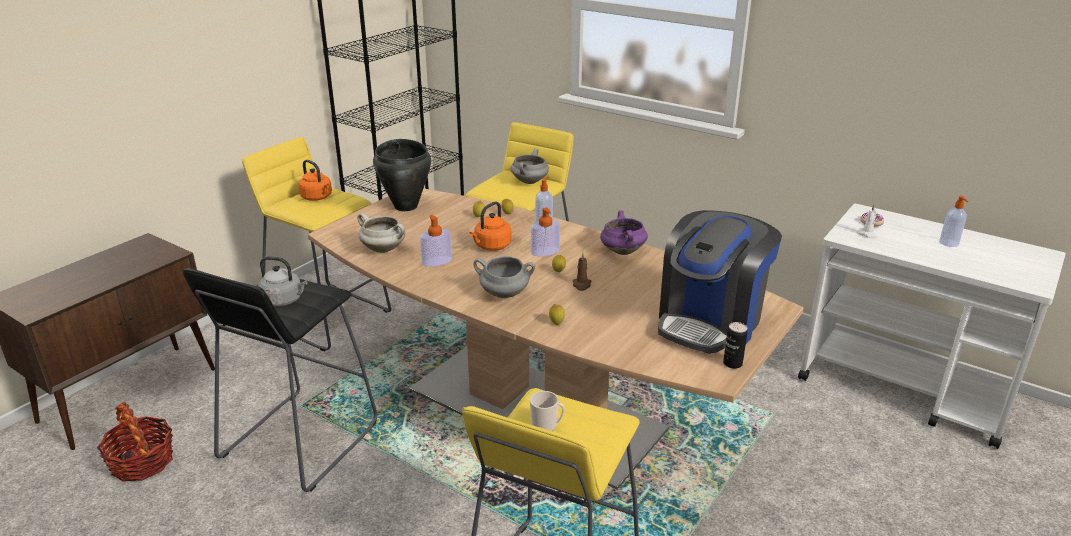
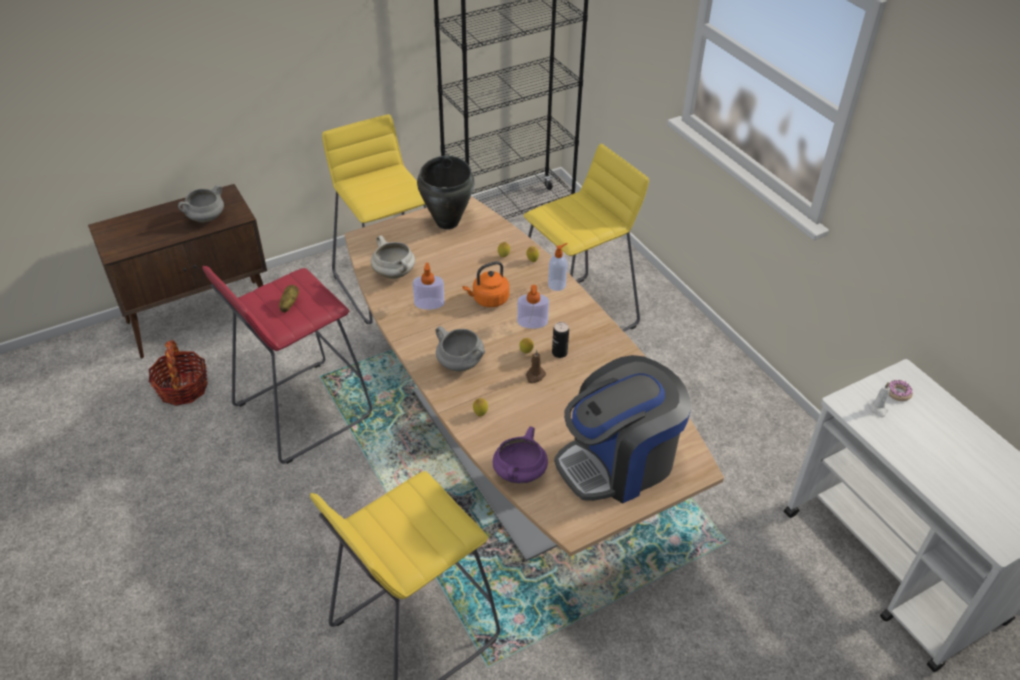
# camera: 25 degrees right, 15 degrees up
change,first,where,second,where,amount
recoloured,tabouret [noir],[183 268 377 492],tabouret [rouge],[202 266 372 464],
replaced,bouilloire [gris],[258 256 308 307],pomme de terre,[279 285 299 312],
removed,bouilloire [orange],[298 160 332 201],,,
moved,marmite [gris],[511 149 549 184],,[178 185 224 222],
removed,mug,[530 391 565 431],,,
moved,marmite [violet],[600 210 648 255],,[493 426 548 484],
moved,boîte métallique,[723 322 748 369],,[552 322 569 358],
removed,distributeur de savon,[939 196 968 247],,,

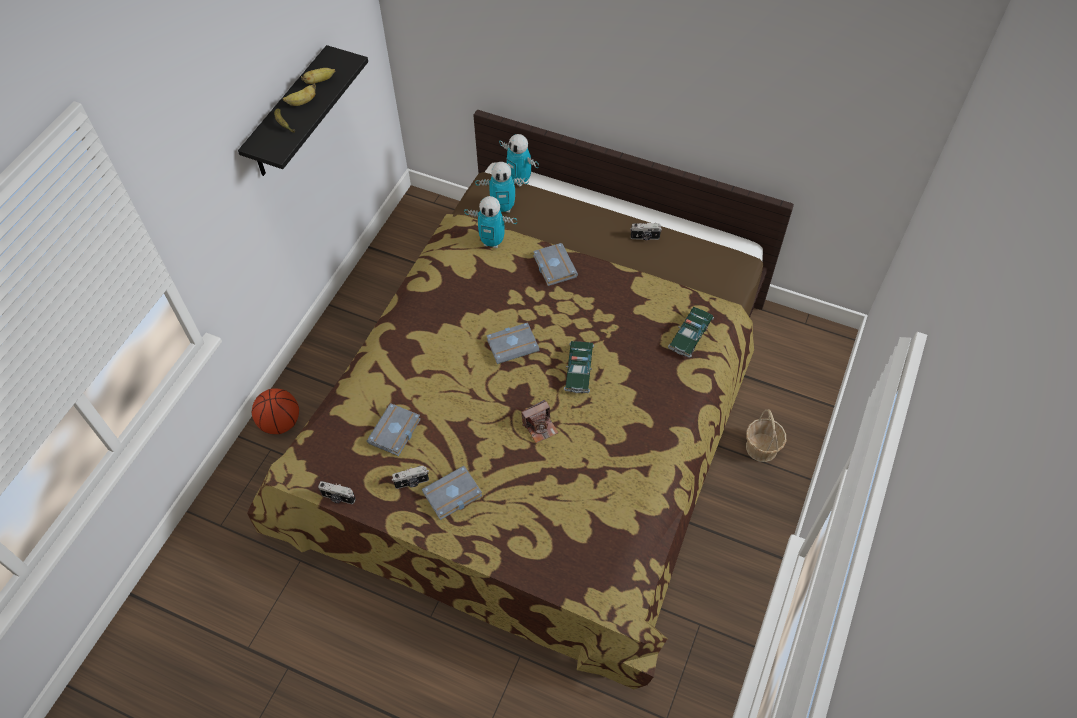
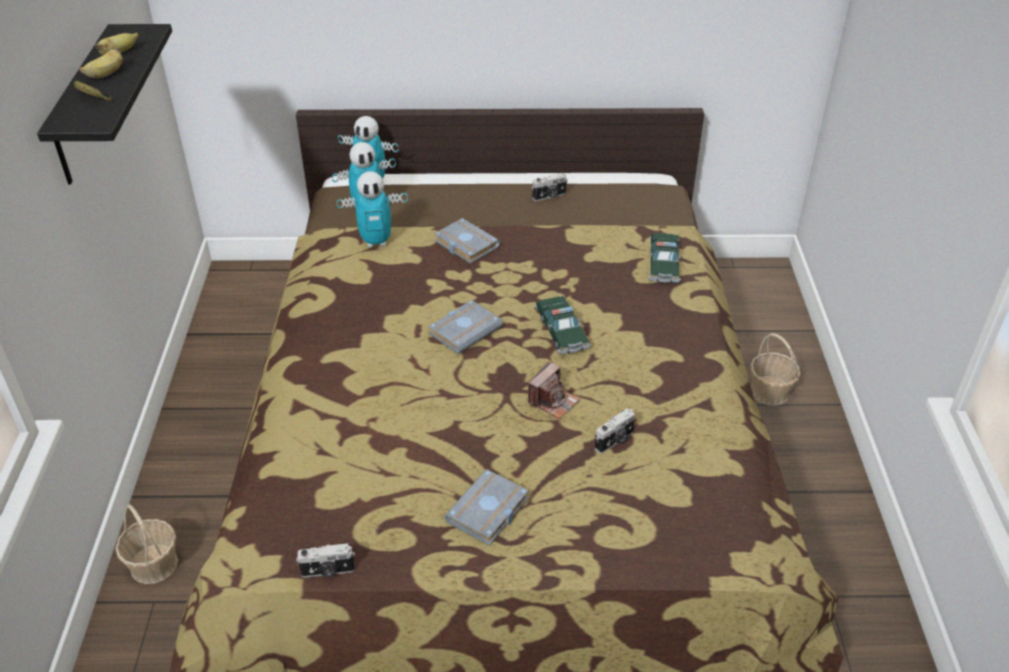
# camera: 25 degrees left, 15 degrees down
change,first,where,second,where,amount
replaced,ballon de basket,[252 388 299 434],panier,[115 504 178 584],
removed,livre [gris],[367 403 421 456],,,
moved,appareil photo,[392 466 429 489],,[595 408 635 454],

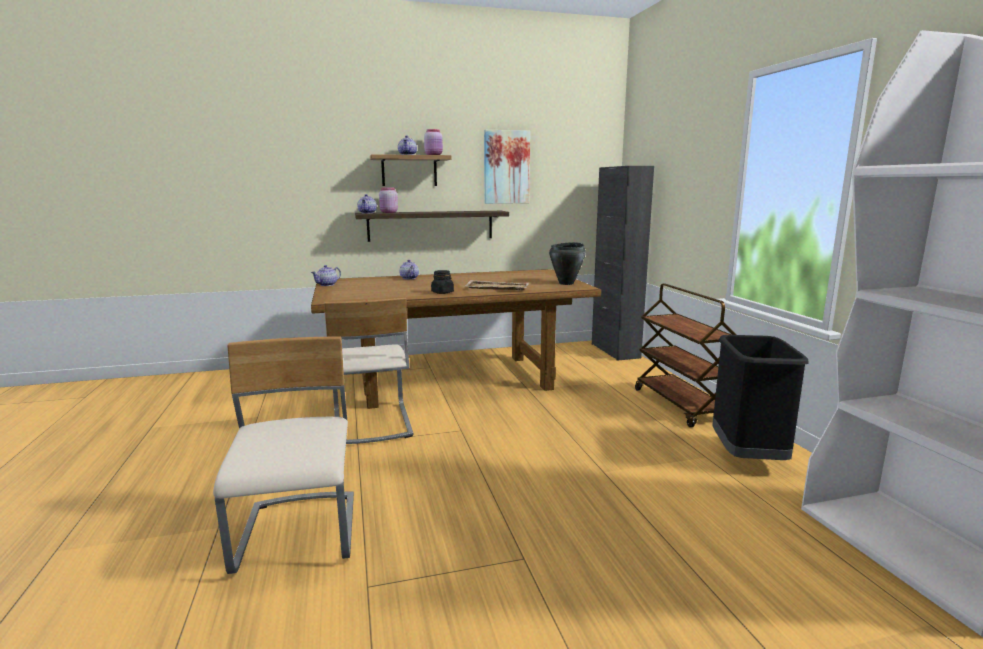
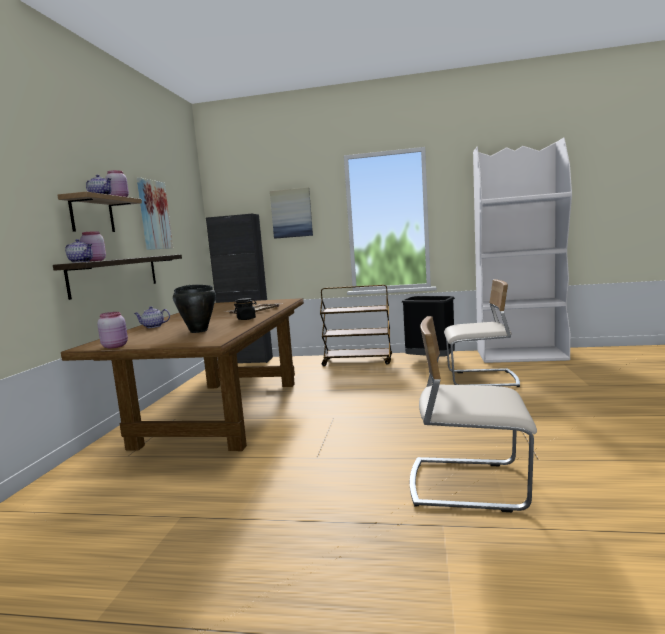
# camera: 65 degrees left, 5 degrees down
change,first,where,second,where,amount
replaced,théière,[311 265 341 286],bocal [rose],[97 312 128 348],
moved,chaise [beige],[324 298 413 444],,[444 279 520 387],
moved,marmite [noir],[549 242 586 285],,[173 285 216 333],
added,,,tableau,[270 187 313 239],

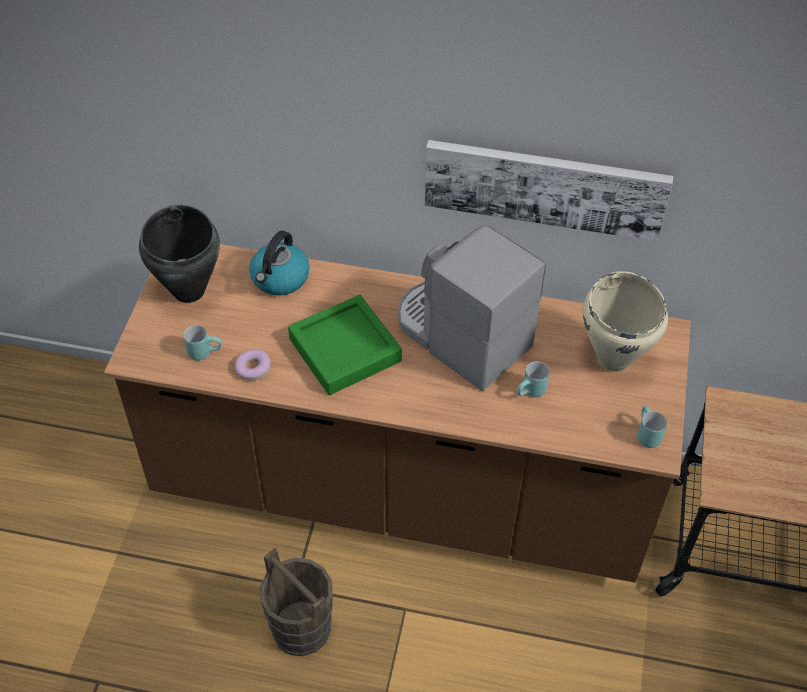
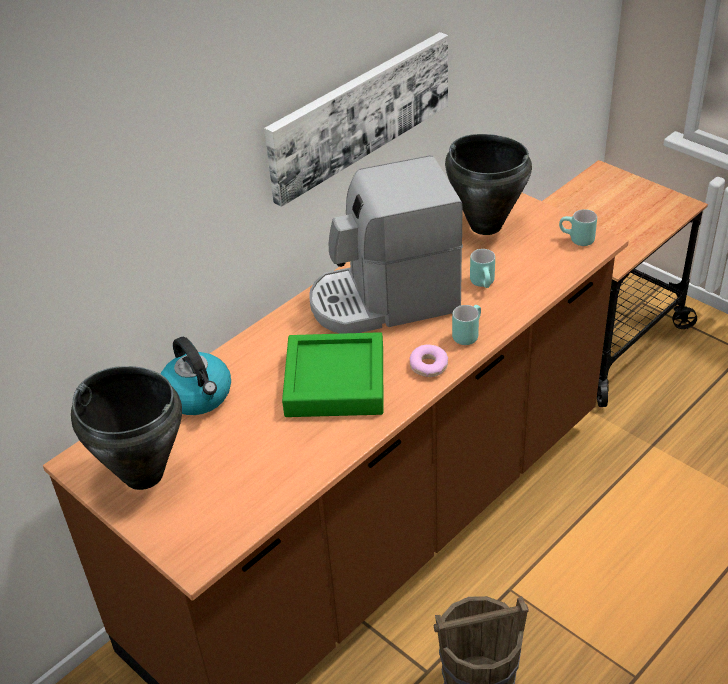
# camera: 55 degrees left, 10 degrees down
change,first,where,second,where,amount
moved,mug [turquoise],[183 325 222 360],,[452 305 481 345],
moved,beignet,[235 350 271 381],,[410 345 448 377],
recoloured,marmite [beige],[583 271 668 372],marmite [noir],[445 134 532 235],

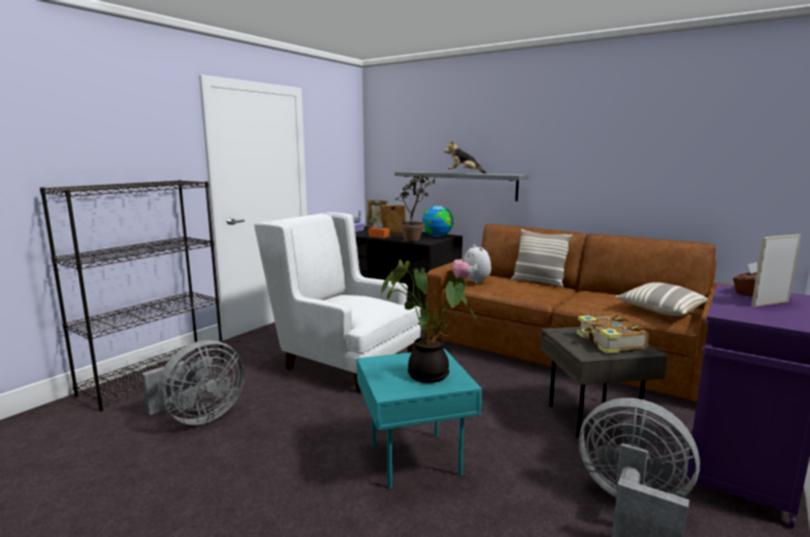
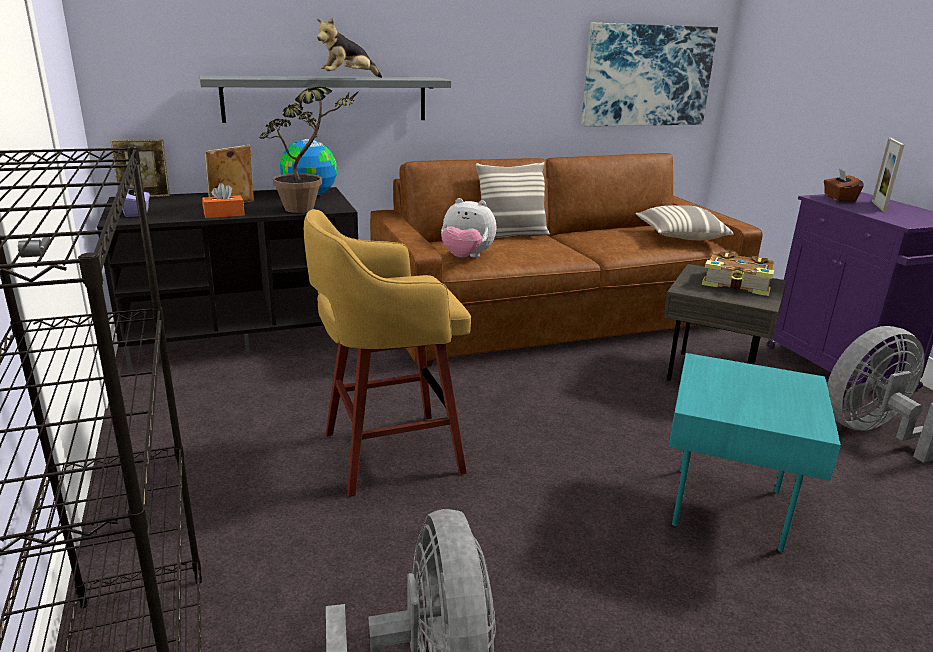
# camera: 55 degrees left, 10 degrees up
change,first,where,second,where,amount
replaced,fauteuil [blanc],[254 212 421 393],tabouret [jaune],[304 209 471 497],
removed,plante en pot,[381 259 476 383],,,
added,,,tableau,[581 23 718 127],

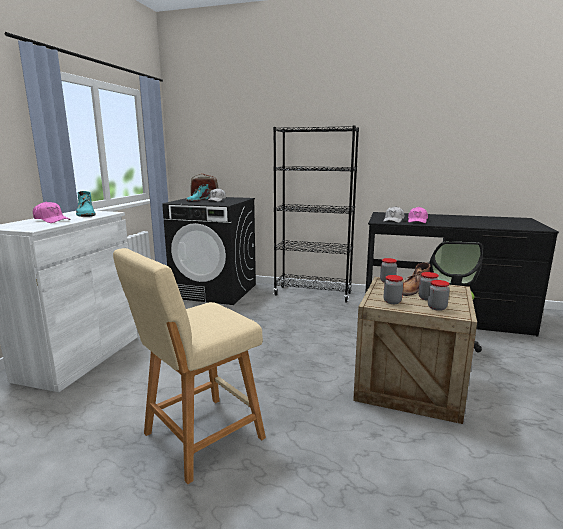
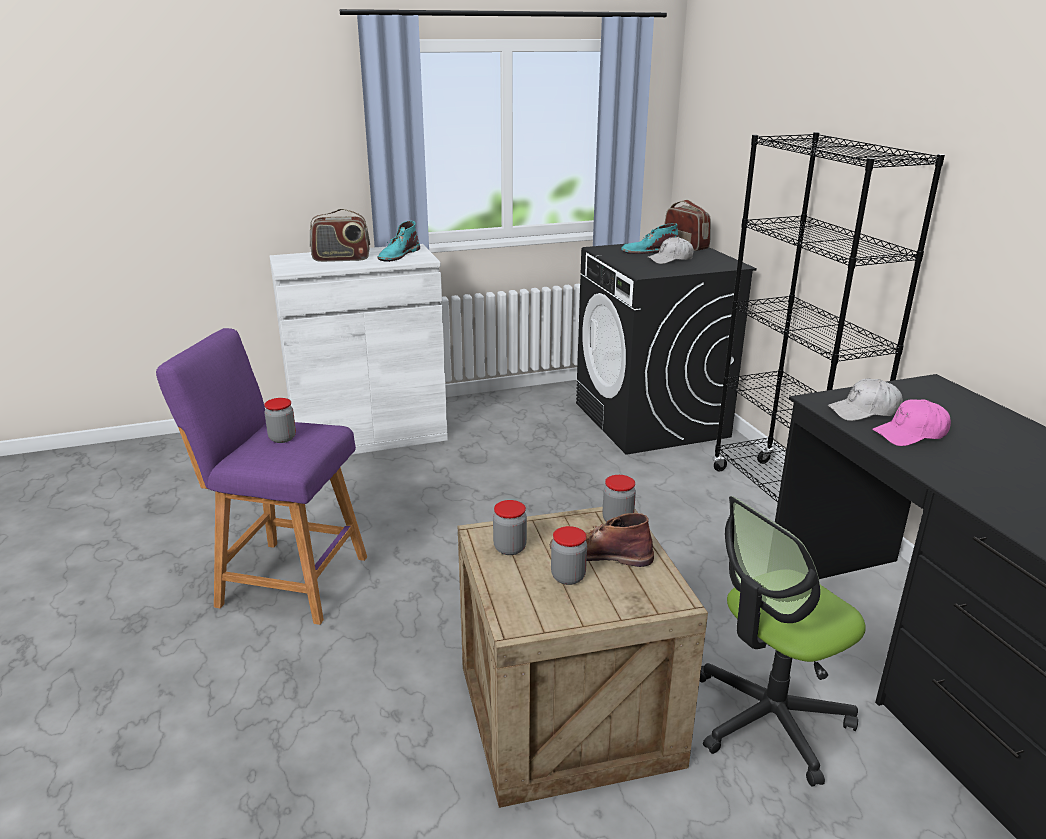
# camera: 55 degrees right, 10 degrees up
change,first,where,second,where,amount
replaced,casquette [rose],[33 201 71 223],radio,[310 209 370 262],
recoloured,tabouret [beige],[113 248 266 484],tabouret [violet],[156 328 367 625],
moved,bocal,[428 280 450 311],,[264 398 296 443],

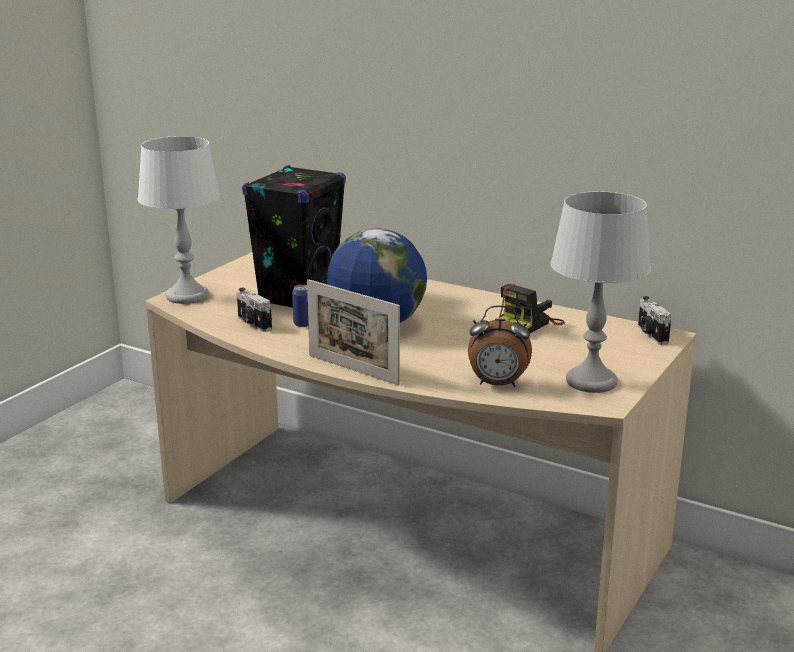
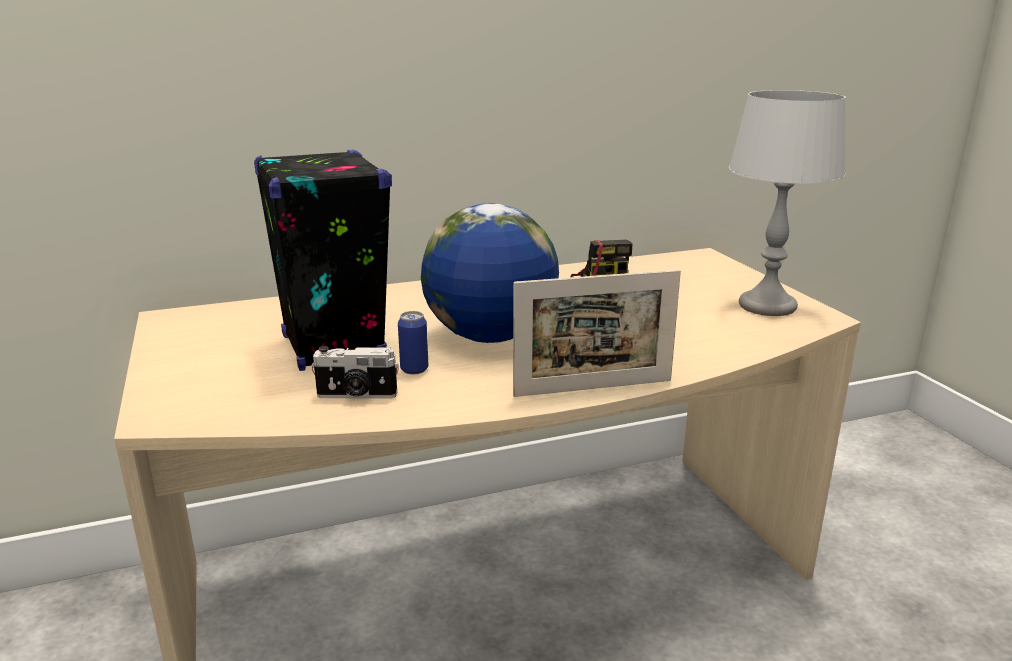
# camera: 50 degrees left, 0 degrees up
change,first,where,second,where,amount
removed,lampe de table [blanc],[138 136 221 304],,,
removed,réveil,[468 305 532 387],,,
removed,appareil photo,[638 296 671 345],,,

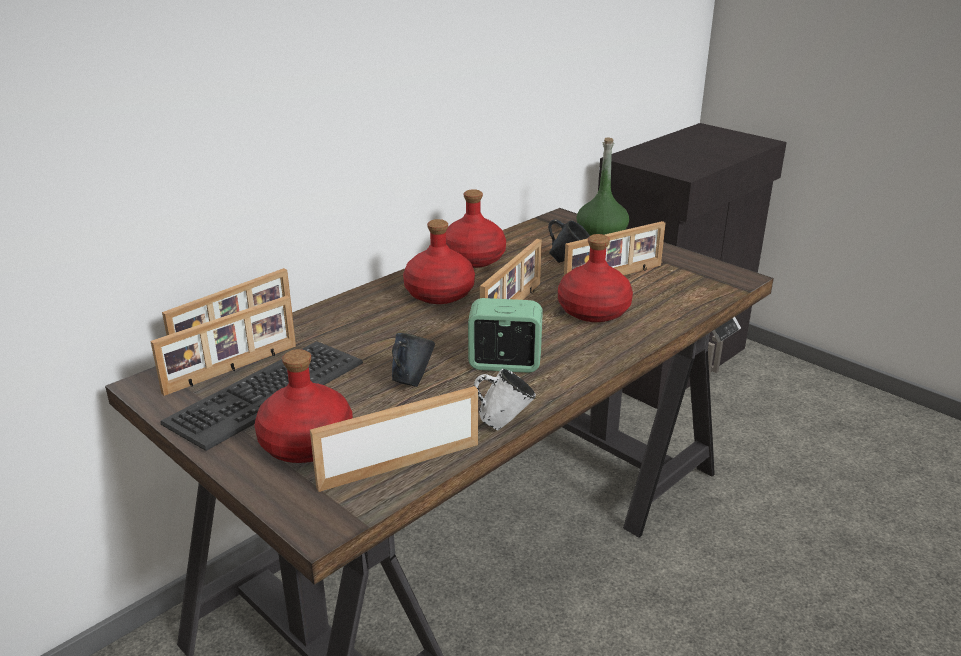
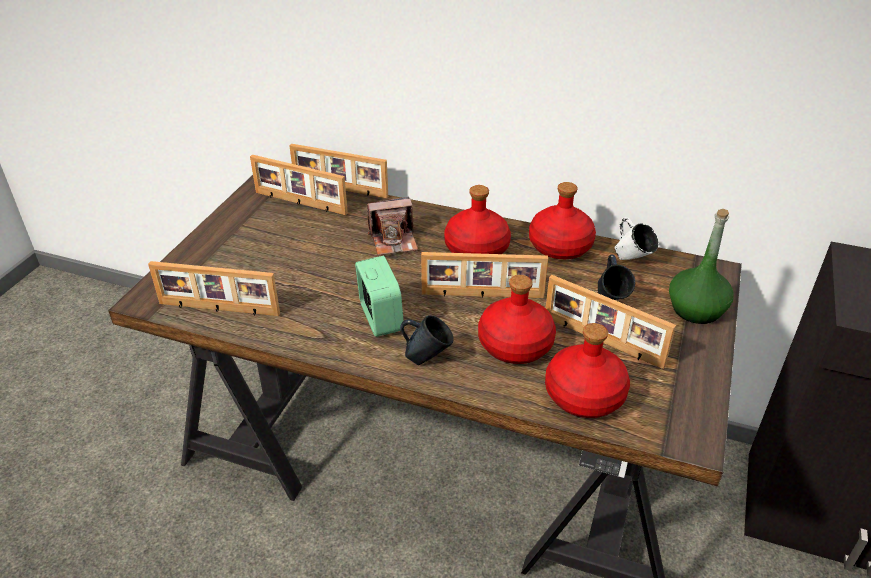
# camera: 65 degrees right, 10 degrees up
change,first,where,second,where,amount
removed,clavier,[160 341 363 451],,,
moved,bouteille [rouge],[255 349 353 463],,[545 323 630 418],
turned,cadre photo,[310 386 478 492],,[148 261 280 316],150 degrees clockwise
moved,mug [bleu],[392 333 435 387],,[400 315 453 365],
moved,mug [blanc],[474 369 536 430],,[614 217 659 260],
added,,,appareil photo,[367 197 418 255],

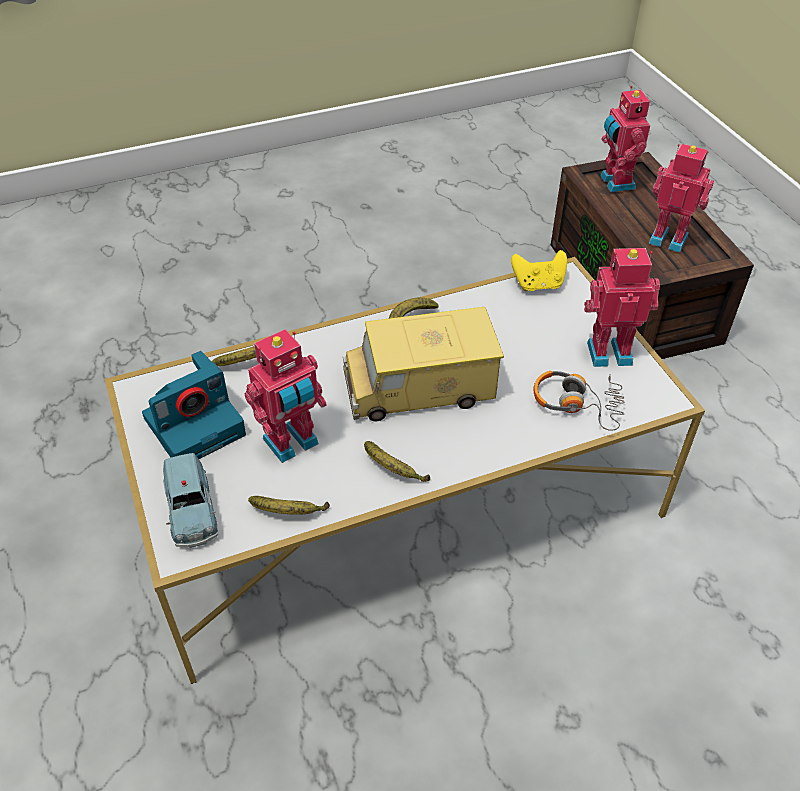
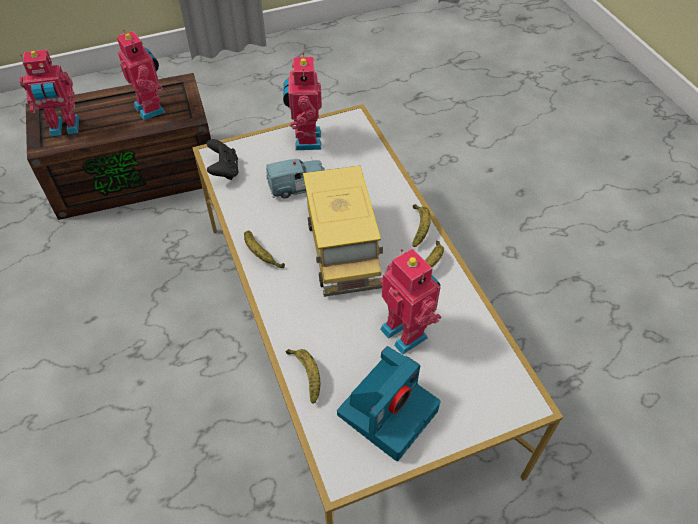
# camera: 90 degrees left, 5 degrees up
change,first,where,second,where,amount
turned,appareil photo,[142 351 246 459],,[337 346 440 461],75 degrees clockwise
moved,petite voiture [bleu],[163 453 218 548],,[266 157 325 199],
moved,banane,[248 496 330 515],,[412 204 431 247],
recoloured,manette [jaune],[511 250 567 291],manette [noir],[207 139 239 180],
removed,casque audio,[534 371 624 431],,,
turned,robot jouet,[649 144 714 253],,[117 30 165 120],120 degrees clockwise

